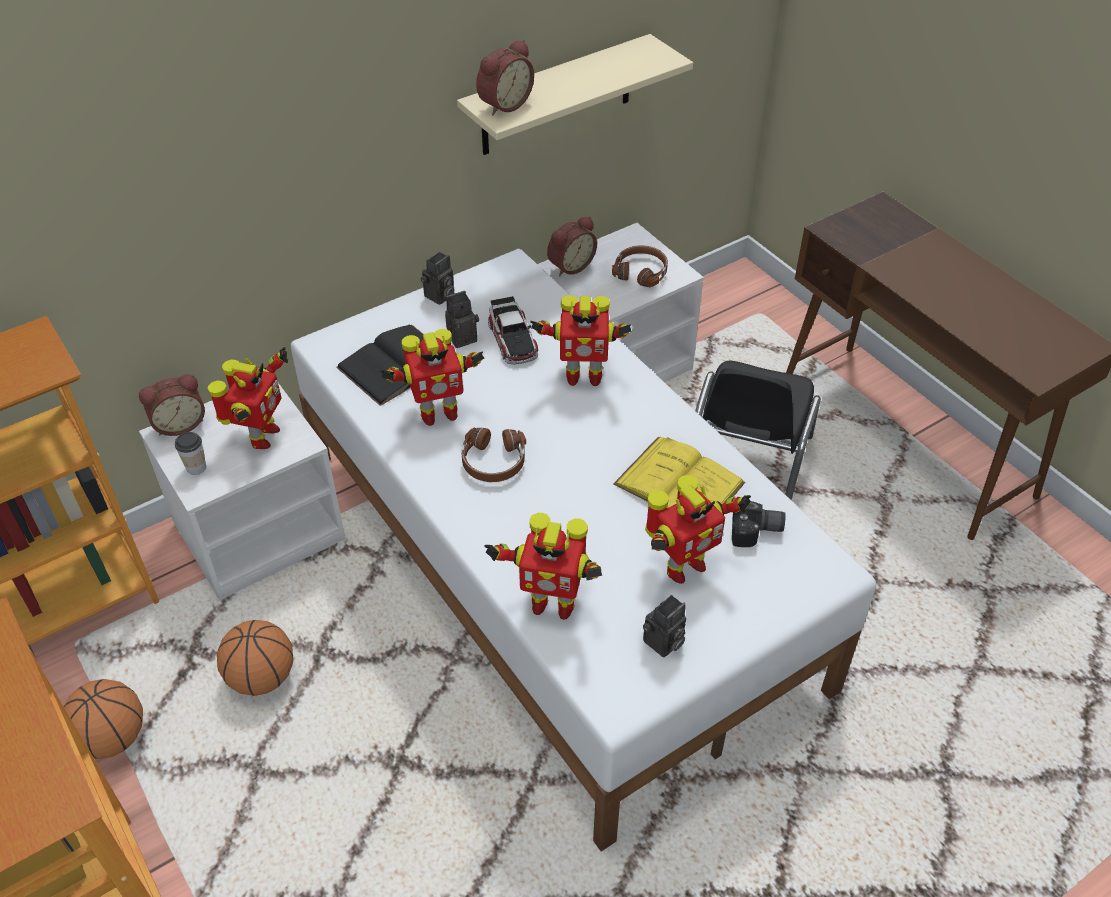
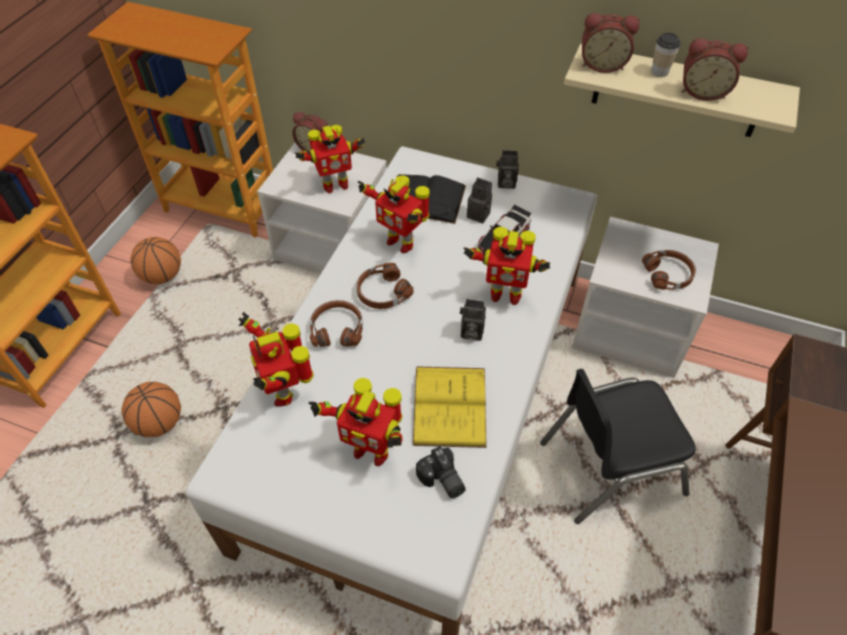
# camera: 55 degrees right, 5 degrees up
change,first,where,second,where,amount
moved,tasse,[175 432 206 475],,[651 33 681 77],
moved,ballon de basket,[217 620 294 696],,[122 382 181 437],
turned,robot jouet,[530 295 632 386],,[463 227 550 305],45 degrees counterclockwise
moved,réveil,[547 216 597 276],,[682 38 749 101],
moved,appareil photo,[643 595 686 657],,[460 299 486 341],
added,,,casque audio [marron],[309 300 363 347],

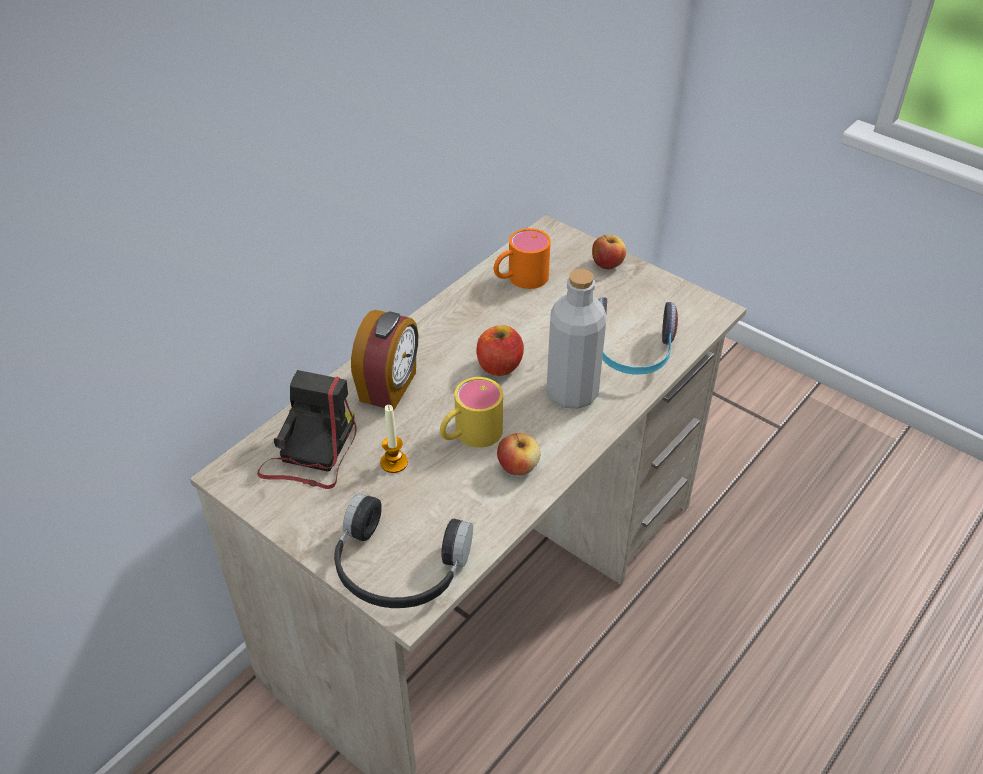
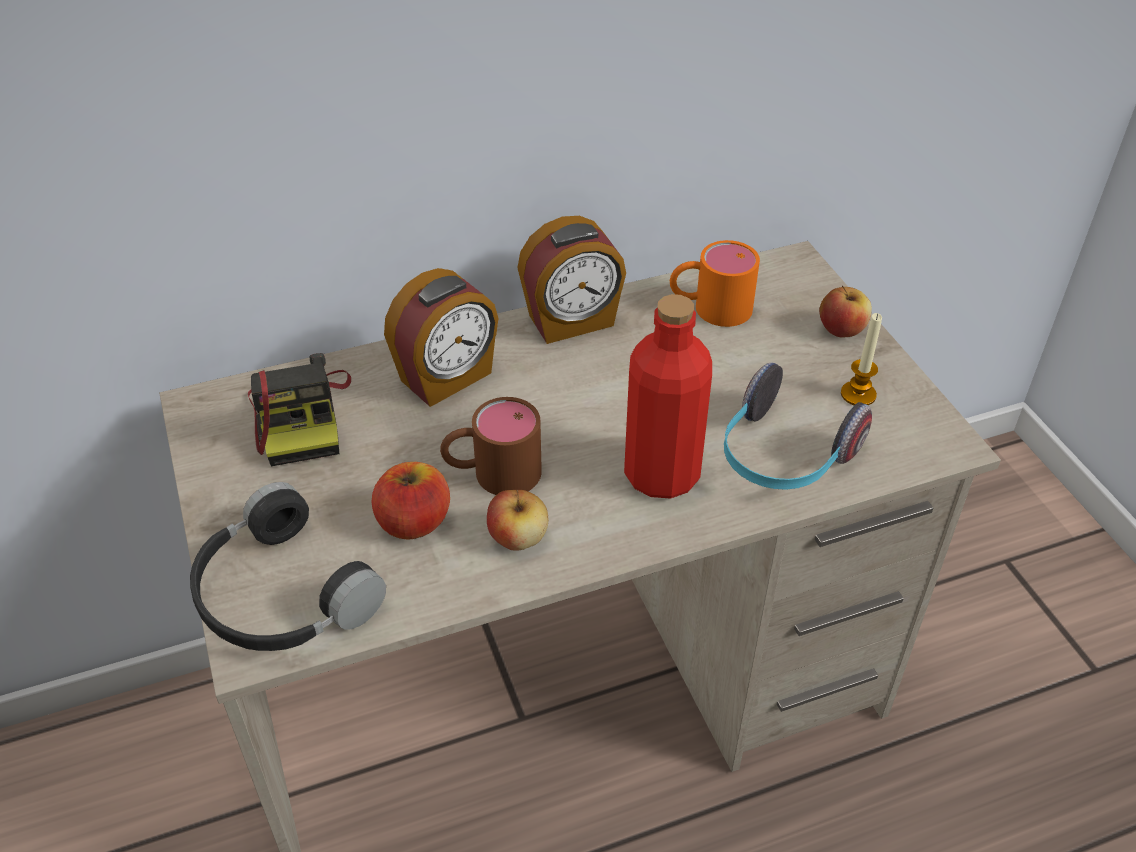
# camera: 30 degrees right, 0 degrees up
change,first,where,second,where,amount
turned,appareil photo,[257 370 357 489],,[248 353 351 466],120 degrees clockwise
moved,bougie,[380 405 408 473],,[841 313 882 405],
recoloured,mug [jaune],[440 377 503 448],mug [marron],[440 397 542 495],
moved,pomme,[476 325 524 376],,[372 462 450 539],
recoloured,bouteille [gris],[546 269 606 409],bouteille [rouge],[624 294 712 499],
added,,,réveil,[517 216 626 344],

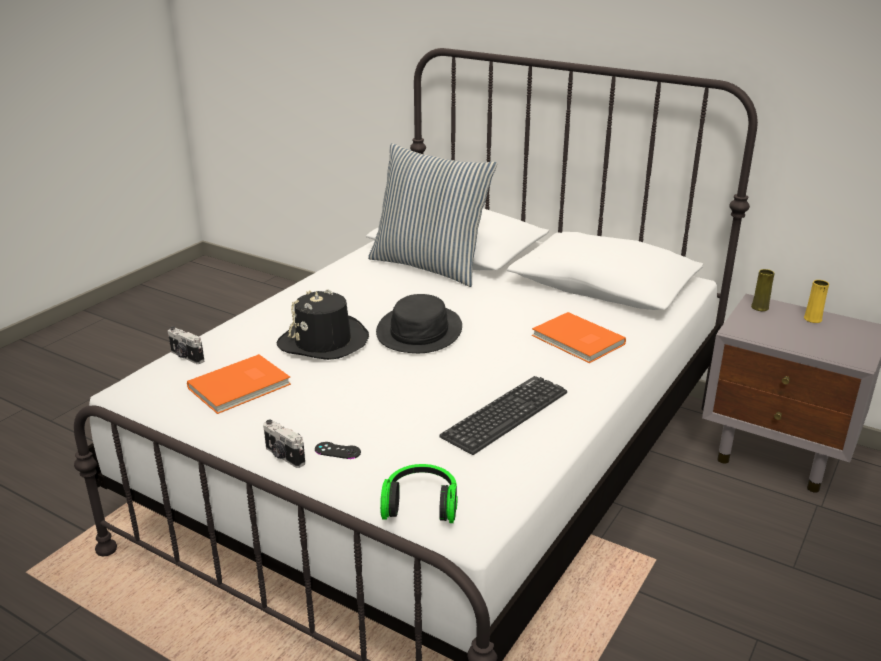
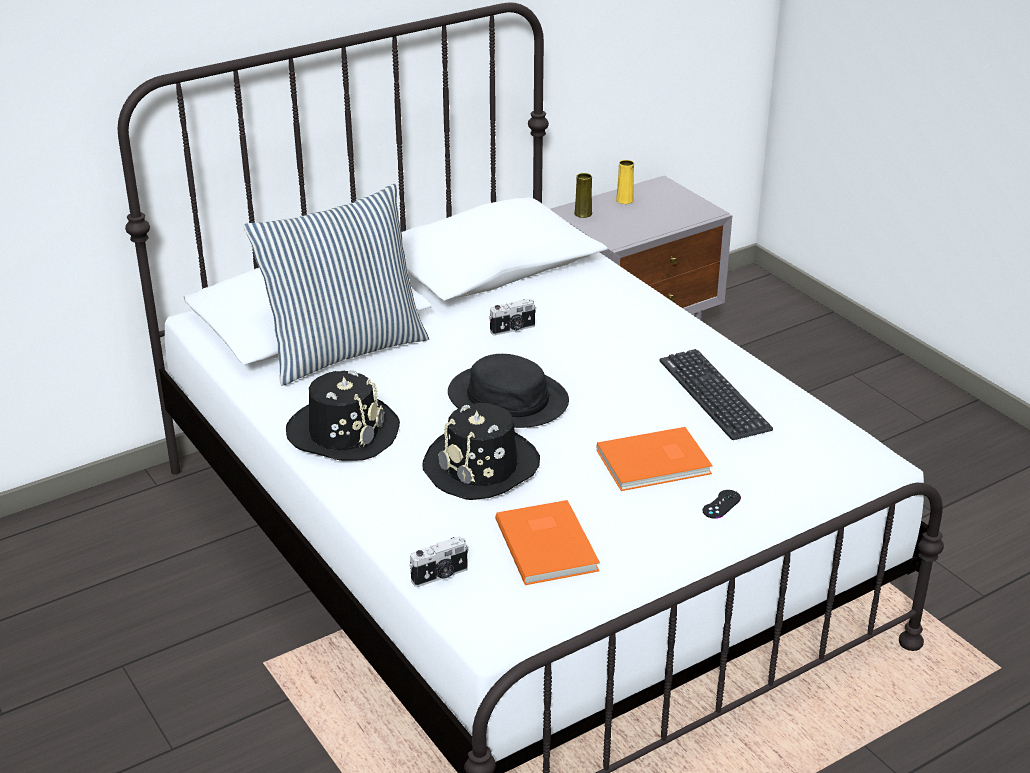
# camera: 65 degrees left, 5 degrees up
change,first,where,second,where,amount
moved,appareil photo,[263 420 305 468],,[489 298 536 336],
removed,casque audio,[380 464 458 523],,,
moved,livre [orange],[532 312 626 363],,[596 427 713 491],
added,,,chapeau [noir],[286 370 400 461],

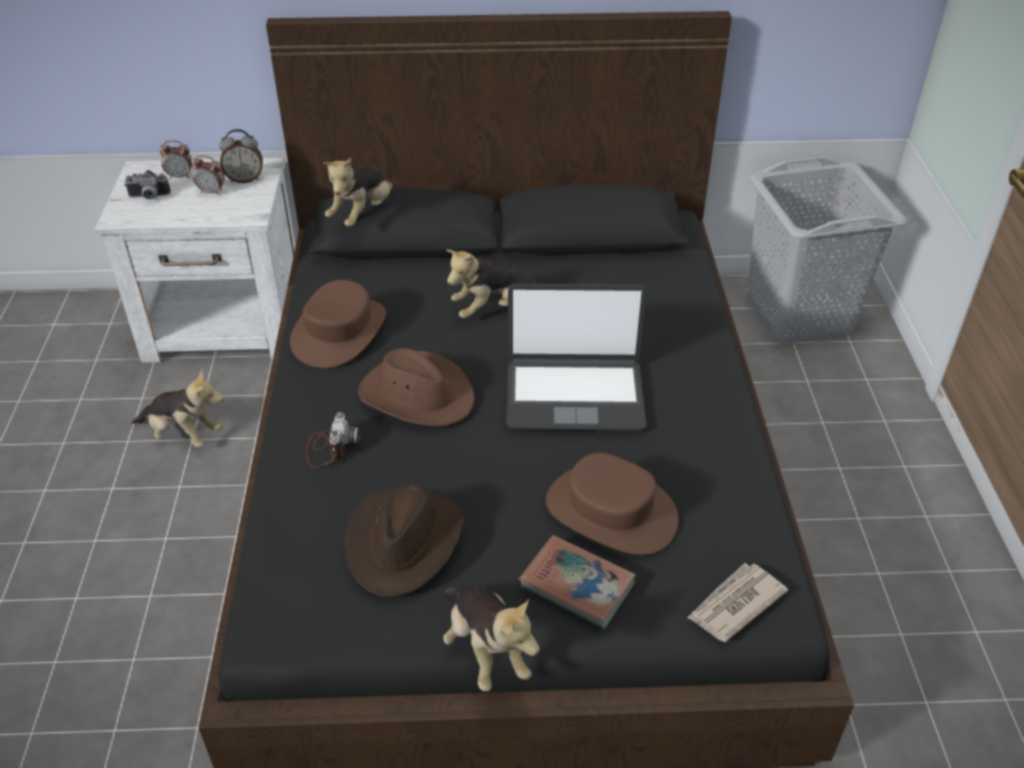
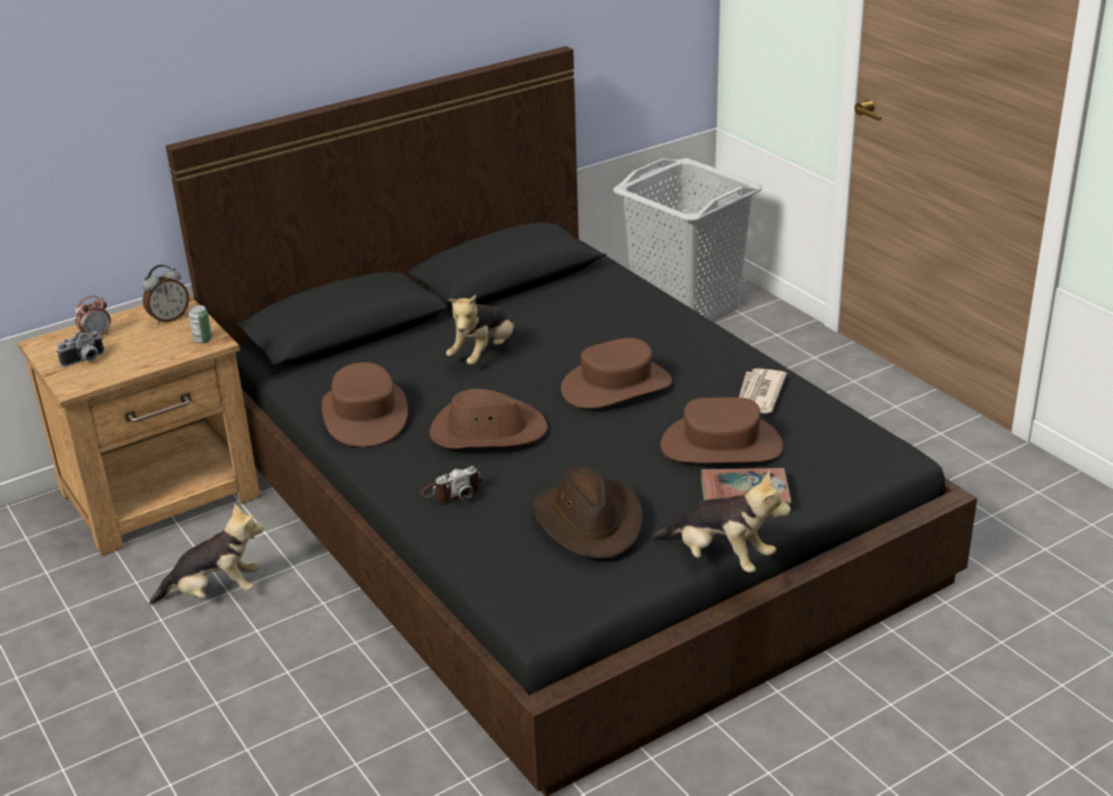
# camera: 30 degrees left, 10 degrees down
change,first,where,second,where,amount
recoloured,table de chevet [blanc],[94 158 296 363],table de chevet [marron],[17 295 260 556],
removed,réveil,[192 156 225 195],,,
turned,appareil photo,[305 412 360 467],,[421 466 483 502],90 degrees clockwise
removed,peluche,[324 158 393 227],,,
replaced,ordinateur portable,[507 284 647 431],chapeau [marron],[561 338 672 409],
moved,journal,[687 563 788 642],,[739 368 787 413],
added,,,boîte métallique,[189 305 212 343],

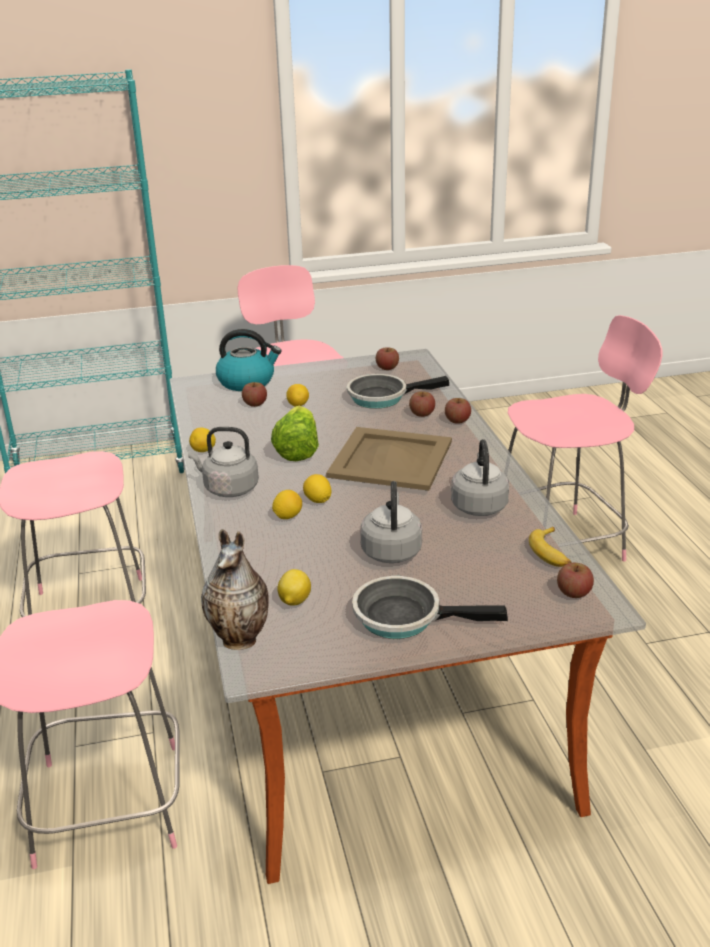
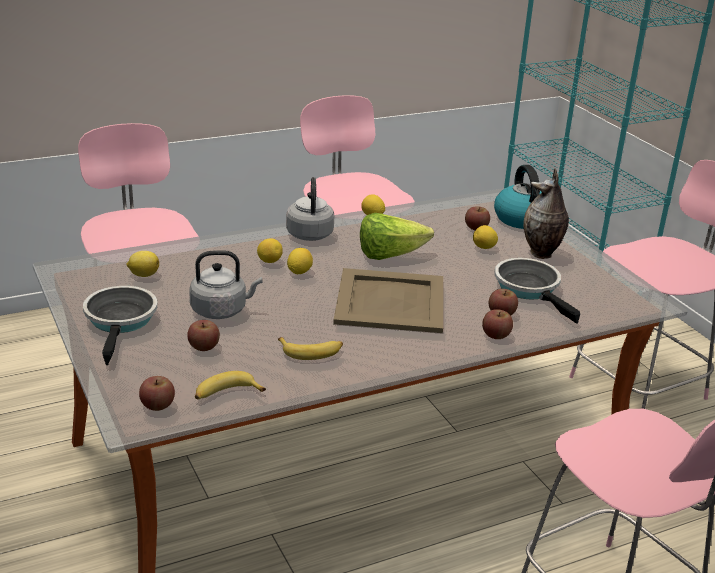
# camera: 75 degrees right, 0 degrees up
change,first,where,second,where,amount
moved,vase,[201 529 269 650],,[523 168 569 259],
moved,pomme,[376 347 399 370],,[187 320 220 351],
replaced,bouilloire [gris],[451 439 509 516],banane,[278 337 343 360],

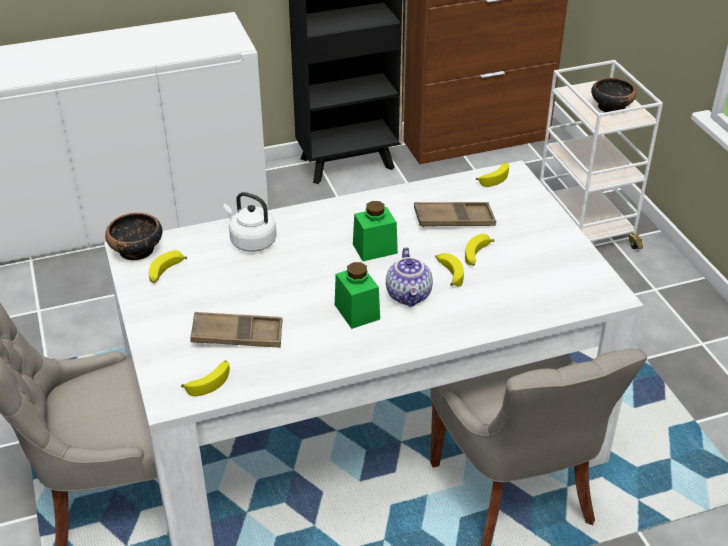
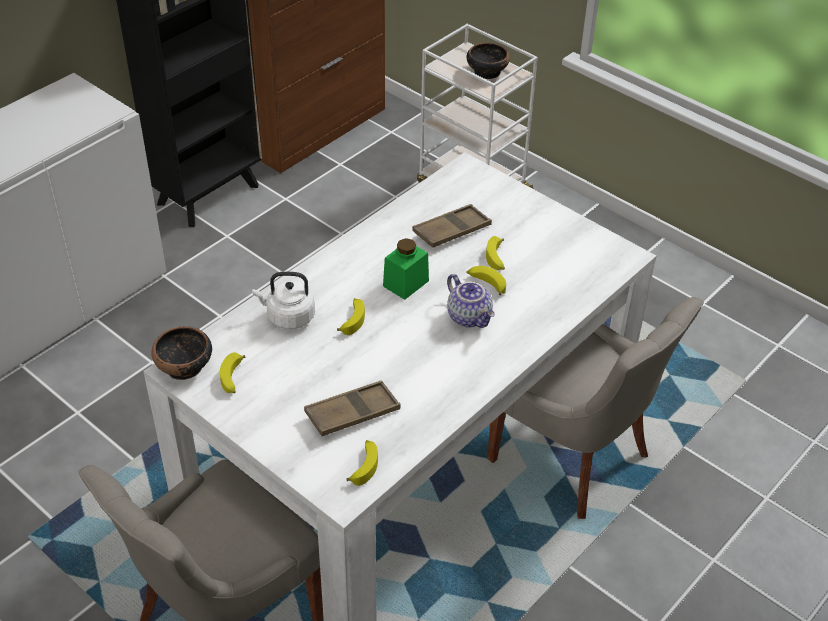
# camera: 30 degrees left, 5 degrees up
change,first,where,second,where,amount
removed,bocal [vert],[335 262 380 329],,,
moved,banane,[476 162 509 187],,[337 298 365 335],

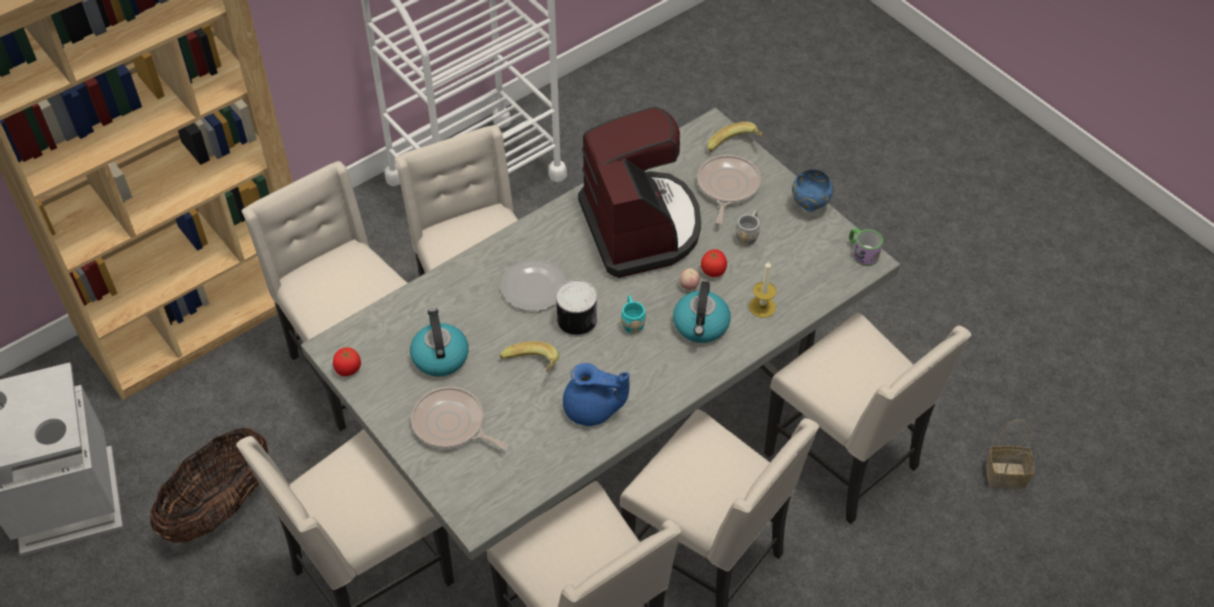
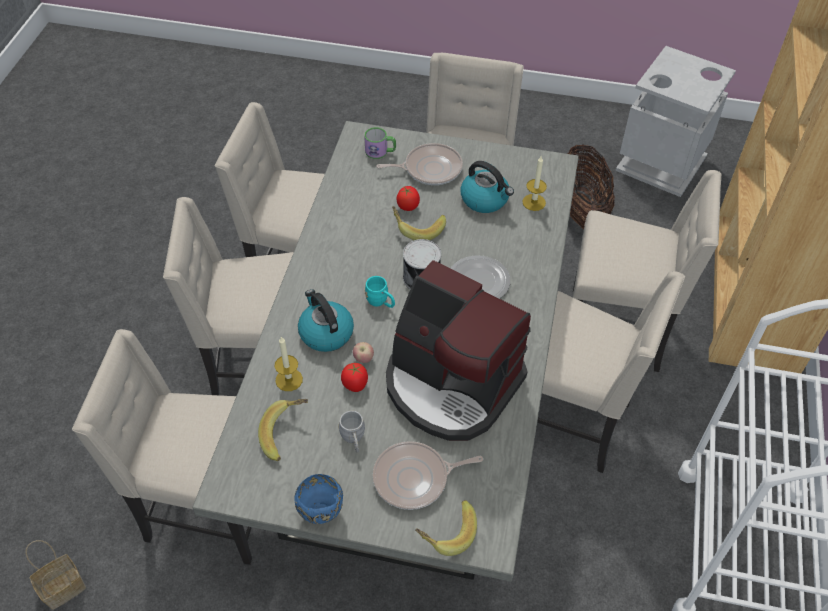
# camera: 140 degrees right, 0 degrees up
change,first,where,second,where,amount
moved,tomate,[333 347 361 376],,[396 186 420 211],
removed,théière [bleu],[563 363 629 426],,,
turned,poêle,[697 155 761 224],,[373 441 483 510],105 degrees clockwise
moved,mug,[849 227 883 266],,[364 127 396 159],
added,,,banane,[258 399 308 461],
added,,,bougie,[522 156 547 211],

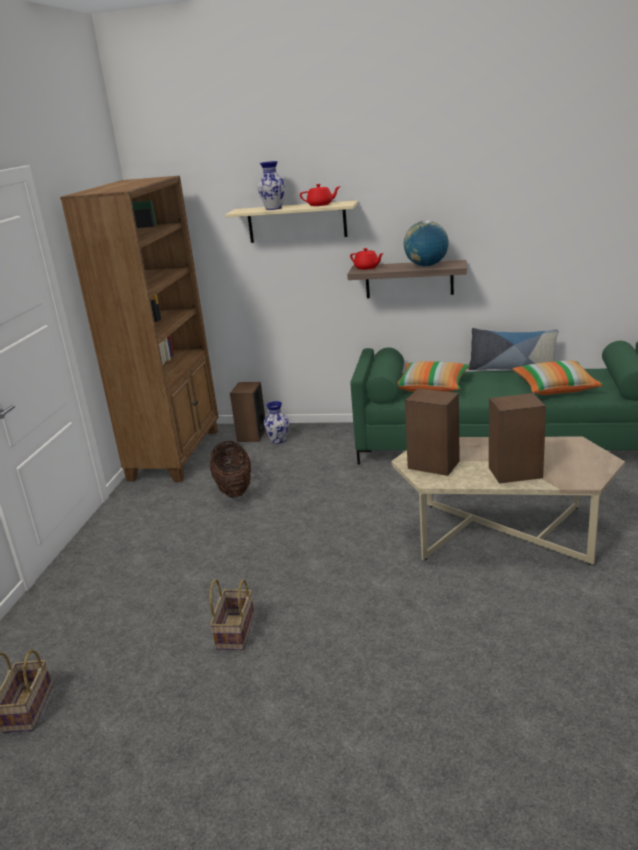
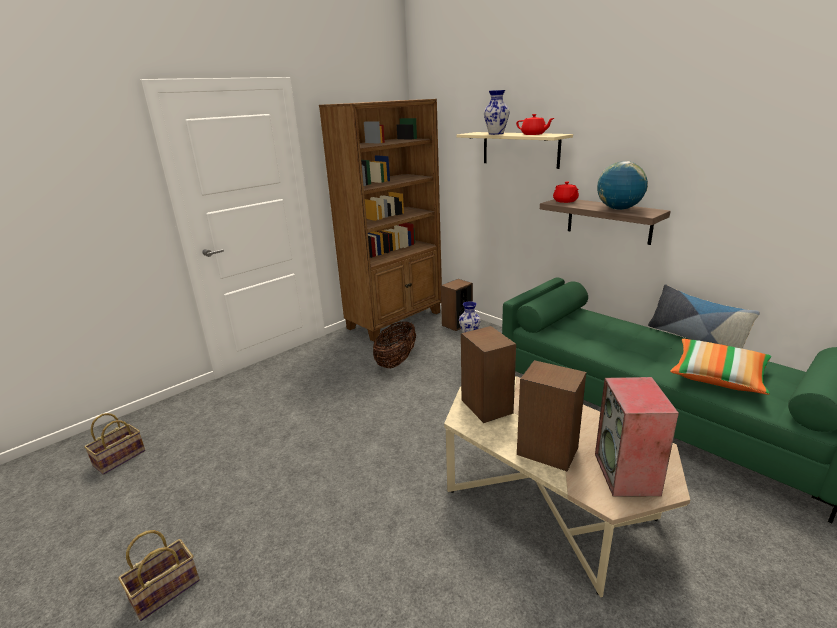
# camera: 35 degrees right, 0 degrees up
change,first,where,second,where,amount
moved,panier,[209 579 255 650],,[118 530 200 621],
removed,coussin,[398 361 470 392],,,
added,,,enceinte,[595 377 679 496],

